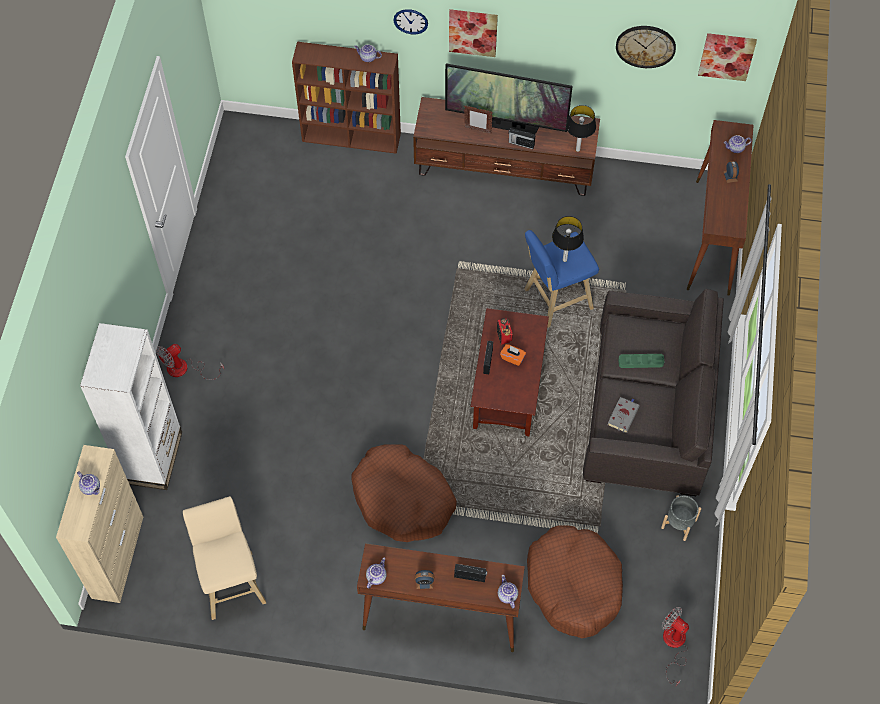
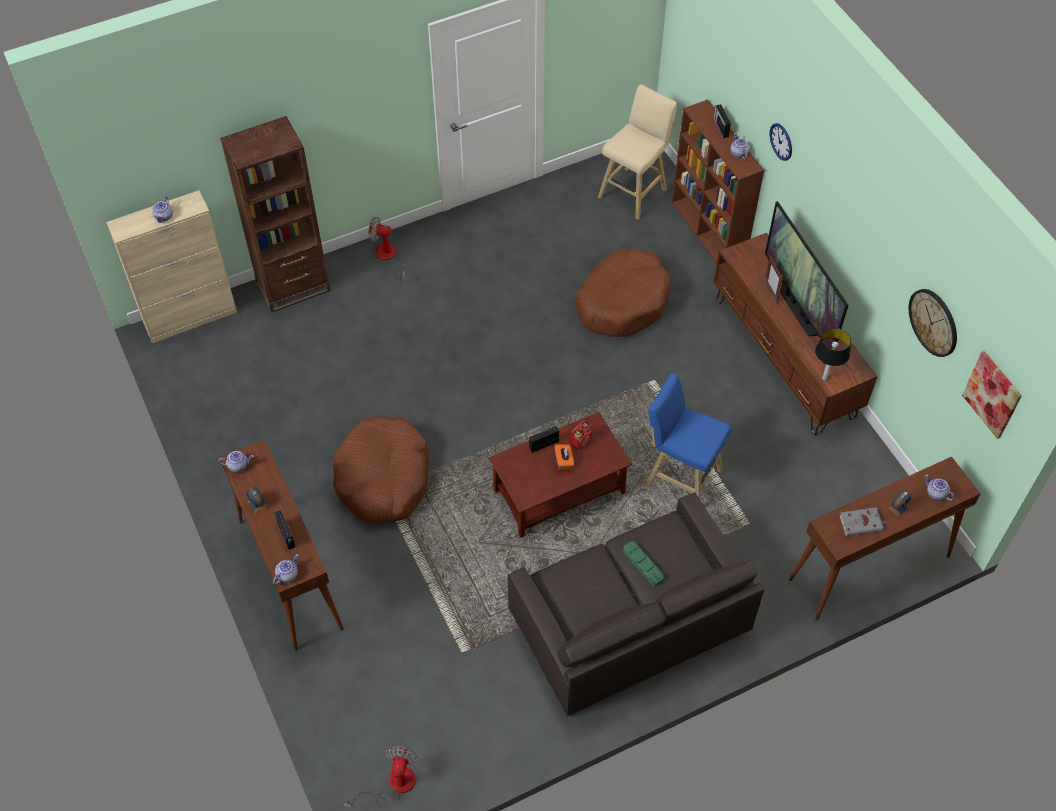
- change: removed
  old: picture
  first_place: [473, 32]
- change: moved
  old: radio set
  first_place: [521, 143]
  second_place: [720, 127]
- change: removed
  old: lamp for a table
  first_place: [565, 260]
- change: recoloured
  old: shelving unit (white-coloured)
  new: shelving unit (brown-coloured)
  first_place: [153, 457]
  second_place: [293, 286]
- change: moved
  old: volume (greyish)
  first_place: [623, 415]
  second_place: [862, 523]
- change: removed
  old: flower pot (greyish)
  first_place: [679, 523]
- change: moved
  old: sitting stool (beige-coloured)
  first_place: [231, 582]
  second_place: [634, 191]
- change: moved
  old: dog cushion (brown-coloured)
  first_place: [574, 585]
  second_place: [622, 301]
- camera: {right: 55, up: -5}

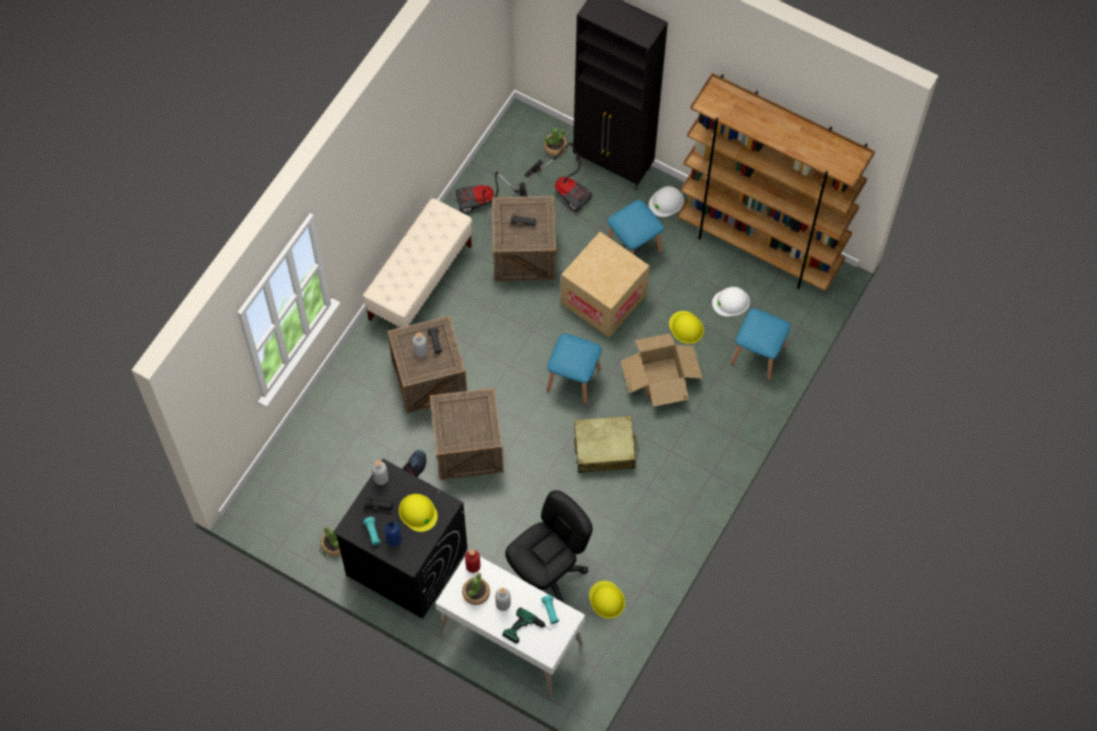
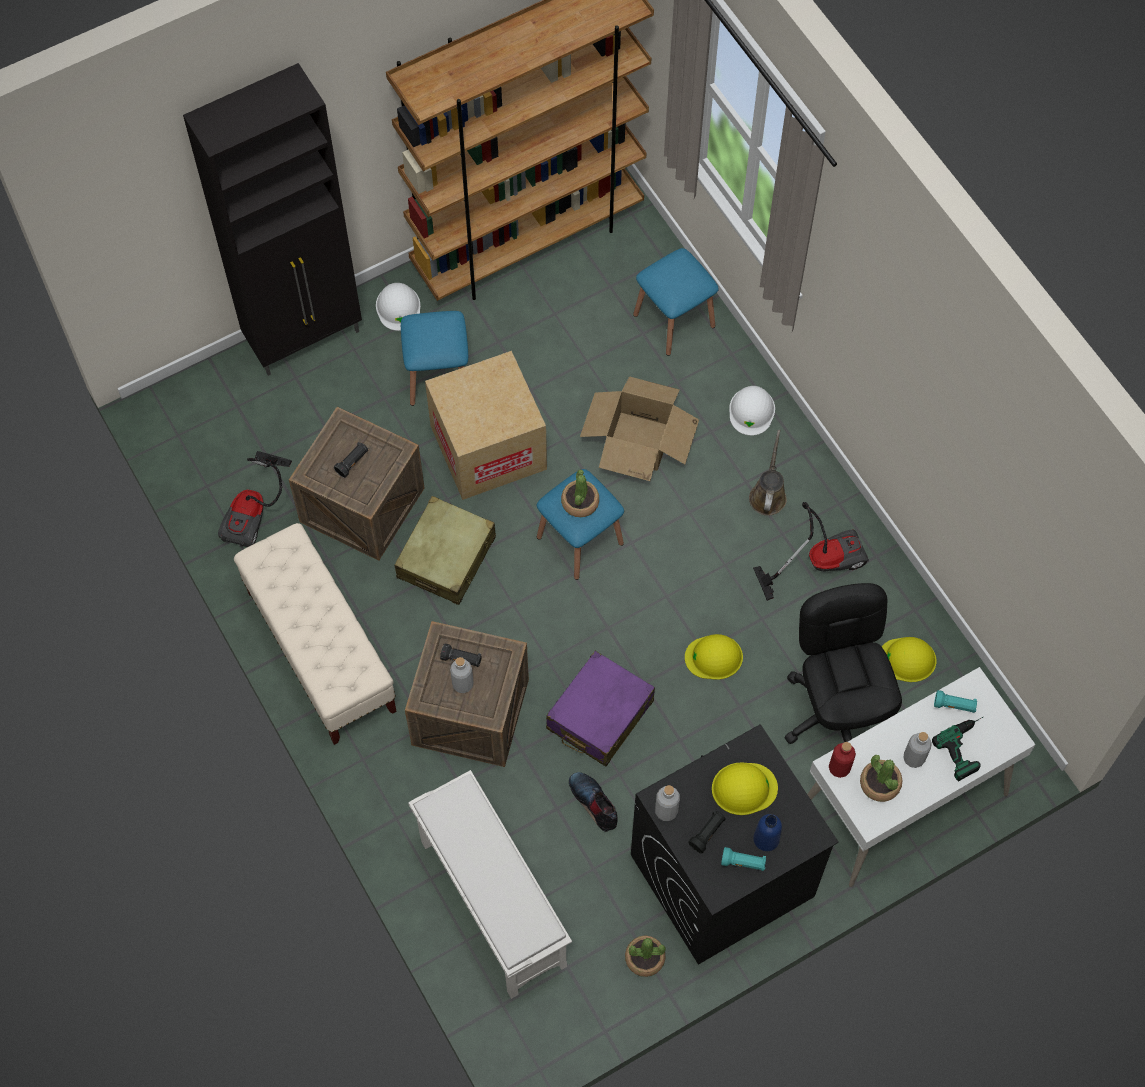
- change: moved
  old: potted plant
  first_place: [555, 147]
  second_place: [580, 502]
- change: moved
  old: vacuum
  first_place: [565, 189]
  second_place: [818, 561]
- change: moved
  old: safety helmet (white-coloured)
  first_place: [731, 302]
  second_place: [751, 410]
- change: moved
  old: safety helmet (yellow)
  first_place: [686, 327]
  second_place: [714, 657]
- change: replaced
  old: shipping crate
  new: travel case (purple)
  first_place: [467, 447]
  second_place: [599, 715]
- change: moved
  old: travel case (beige-coloured)
  first_place: [604, 449]
  second_place: [447, 557]
- change: added
  new: watering can (brown-coloured)
  second_place: [768, 494]
- change: added
  new: shoe rack (white-coloured)
  second_place: [491, 902]
- camera: {right: -60, up: 0}

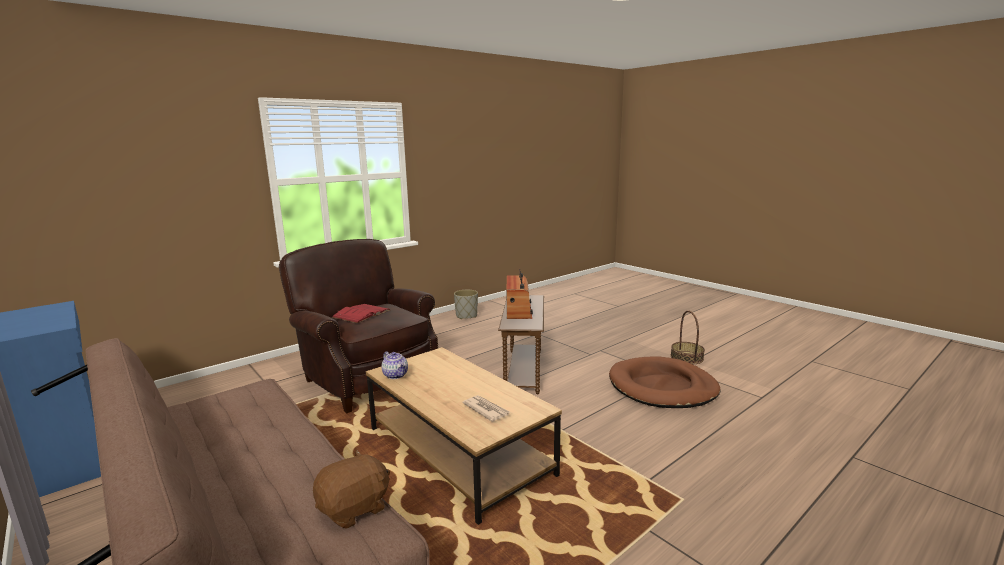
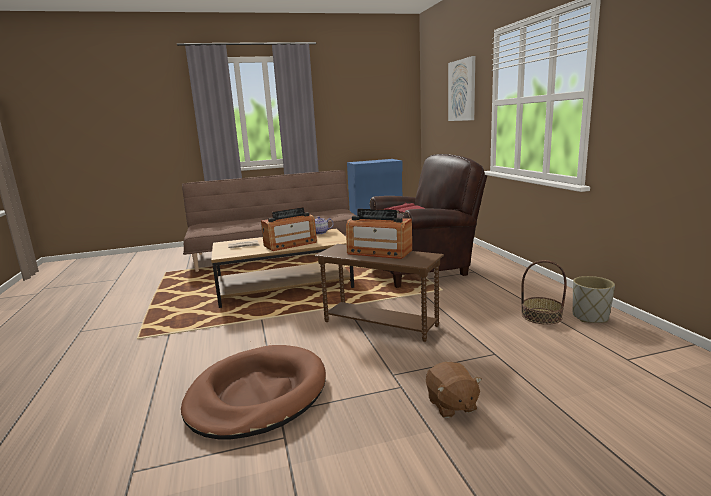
- change: moved
  old: basket
  first_place: [687, 357]
  second_place: [541, 316]
- change: moved
  old: soft toy (brown-coloured)
  first_place: [354, 509]
  second_place: [451, 405]
- change: added
  new: picture
  second_place: [462, 90]
- change: added
  new: radio set
  second_place: [290, 244]
- camera: {right: 115, up: 0}

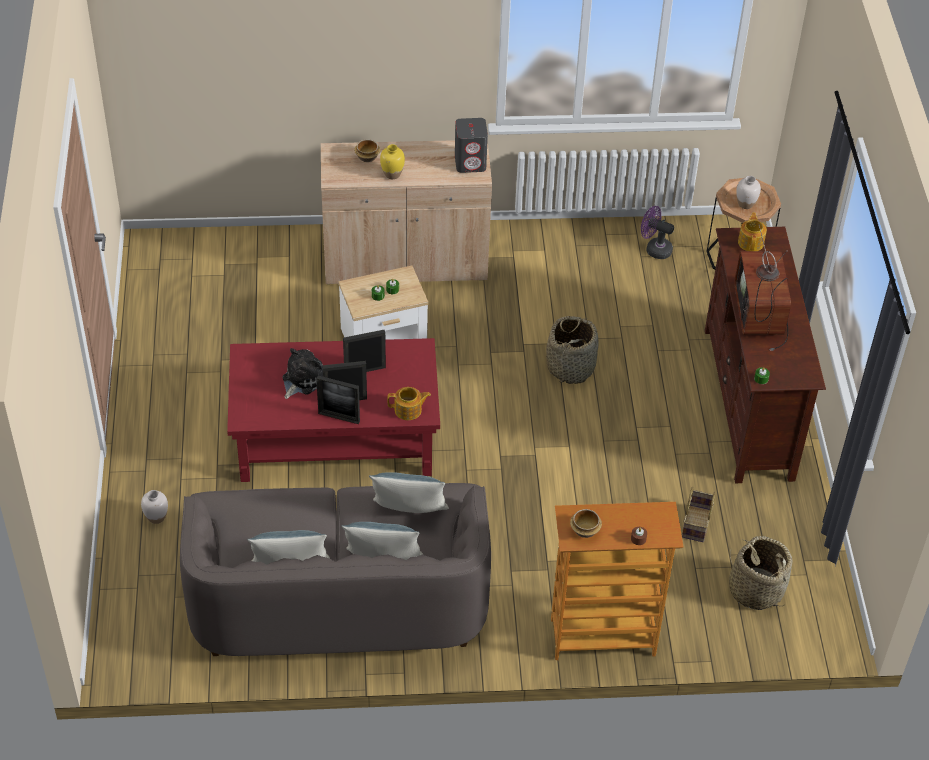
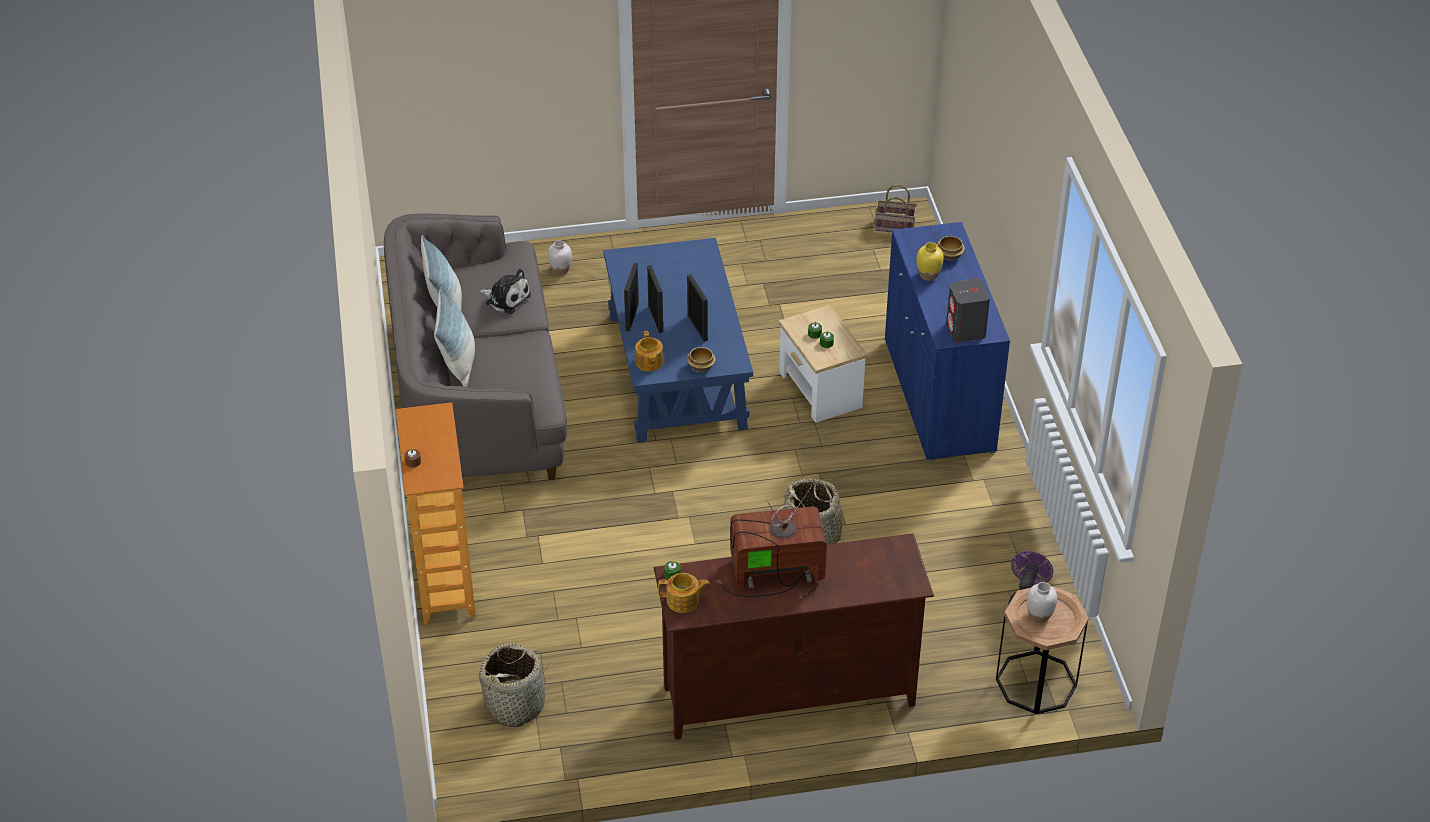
- change: recoloured
  old: cabinet (beige-coloured)
  new: cabinet (bluish)
  first_place: [405, 262]
  second_place: [938, 396]
- change: moved
  old: pot for tea
  first_place: [751, 242]
  second_place: [683, 601]
- change: recoloured
  old: low table (reddish)
  new: low table (bluish)
  first_place: [334, 437]
  second_place: [676, 370]
- change: moved
  old: soft toy
  first_place: [302, 379]
  second_place: [506, 298]
- change: removed
  old: cushion
  first_place: [409, 512]
- change: moved
  old: basket
  first_place: [697, 525]
  second_place: [893, 226]
- change: moved
  old: serving bowl
  first_place: [584, 530]
  second_place: [700, 366]
- camera: {right: 85, up: -5}

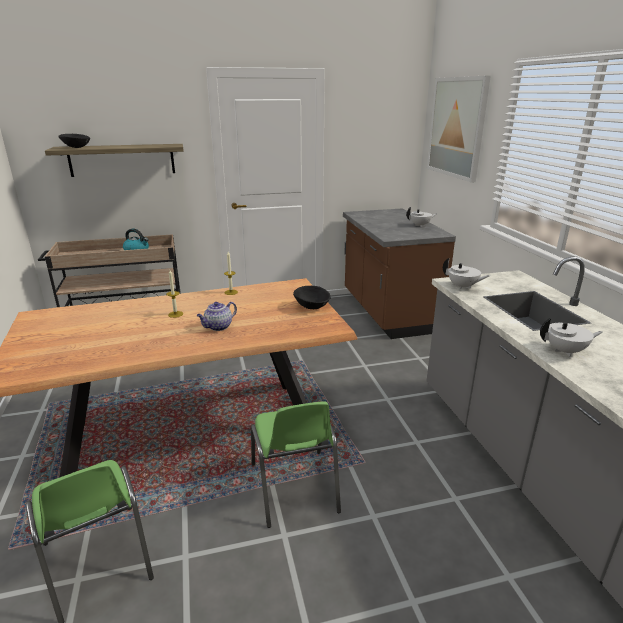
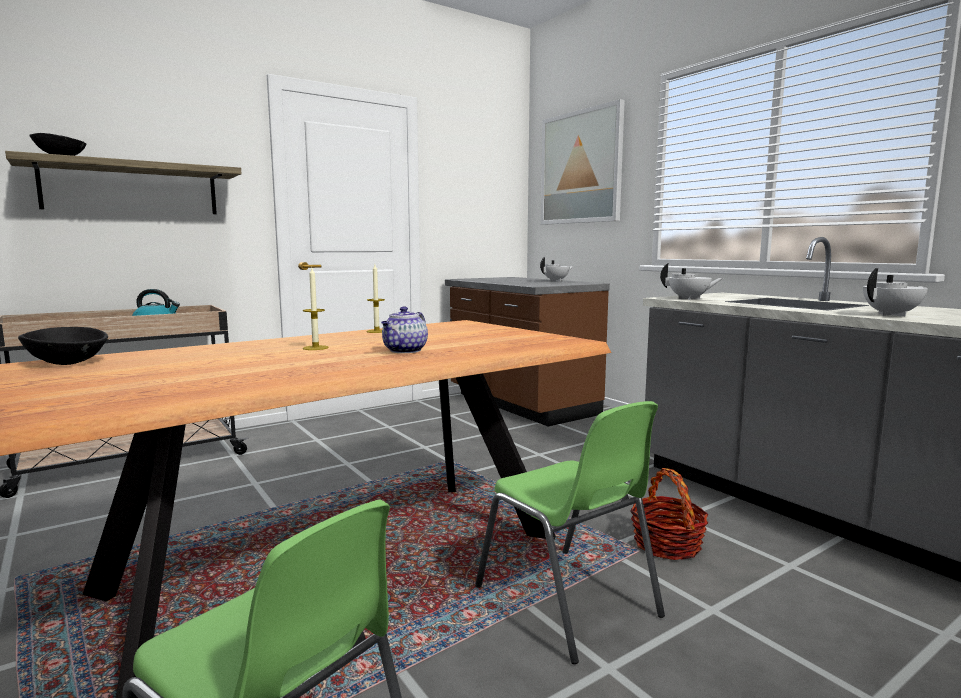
- change: moved
  old: serving bowl (black)
  first_place: [312, 307]
  second_place: [68, 363]
- change: added
  new: basket
  second_place: [667, 544]
- camera: {right: -20, up: -15}

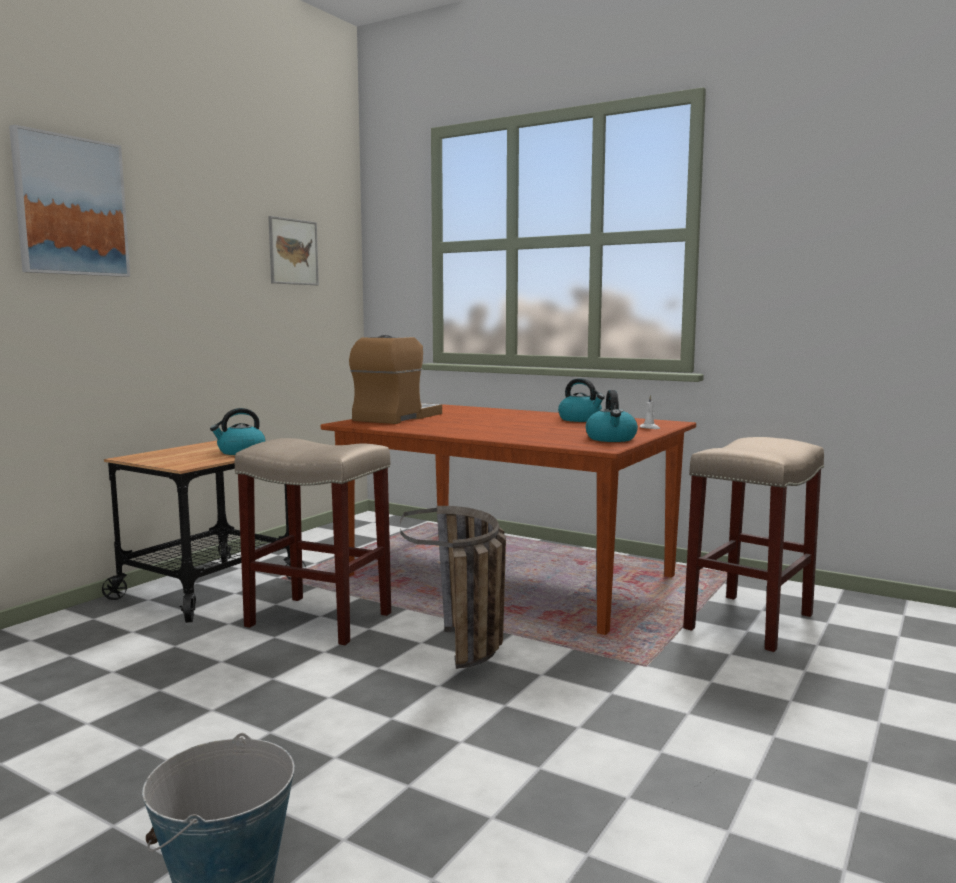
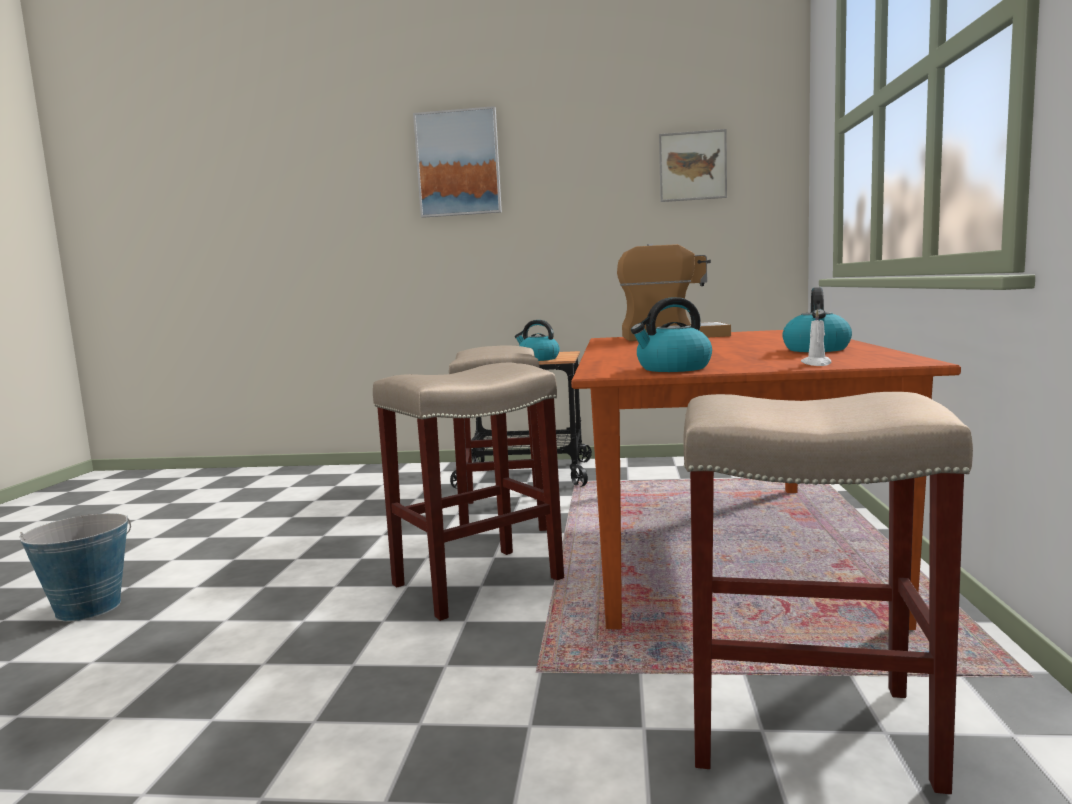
- change: replaced
  old: basket
  new: sitting stool (beige-coloured)
  first_place: [468, 656]
  second_place: [479, 581]
- camera: {right: 65, up: 0}

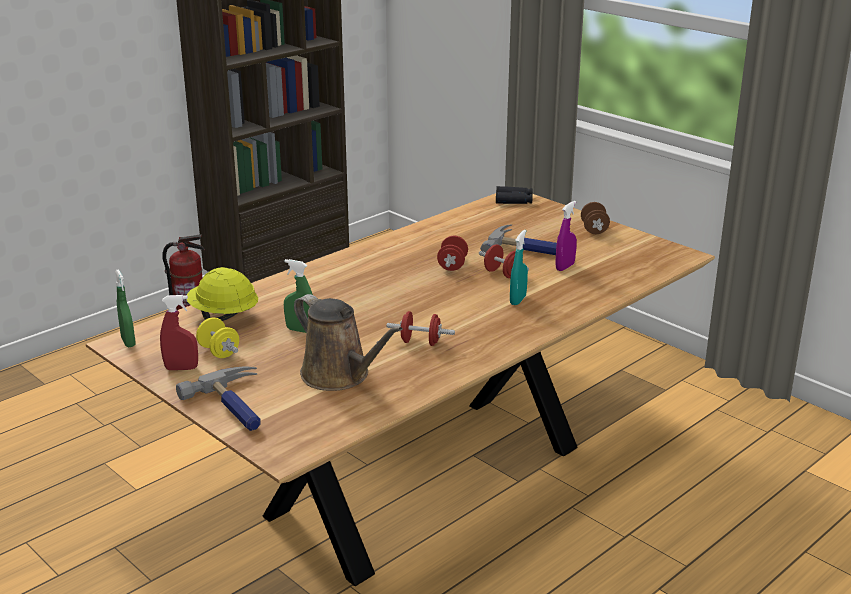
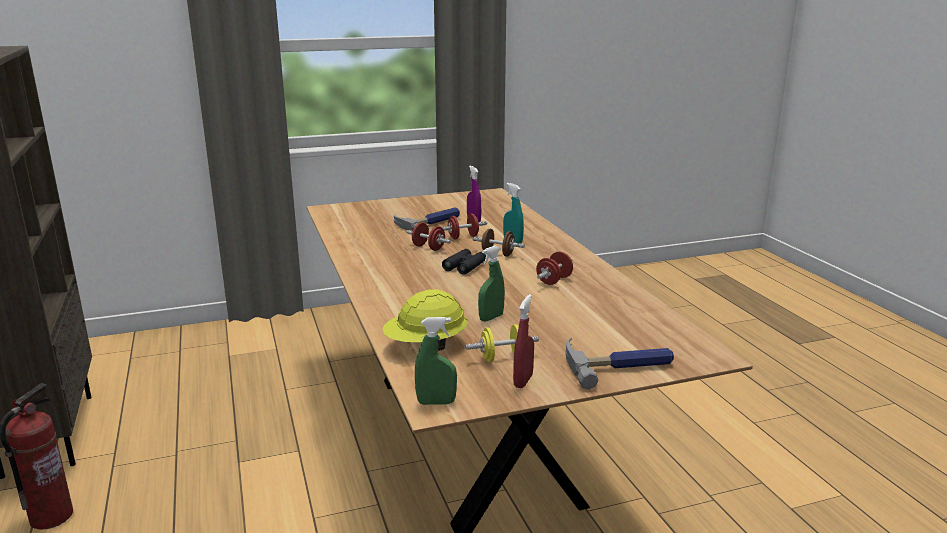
- change: moved
  old: field glasses (black)
  first_place: [514, 200]
  second_place: [465, 266]
- change: moved
  old: hand weight (brown-coloured)
  first_place: [594, 230]
  second_place: [498, 254]
- change: removed
  old: watering can (brown-coloured)
  first_place: [339, 376]
- camera: {right: -65, up: -5}

